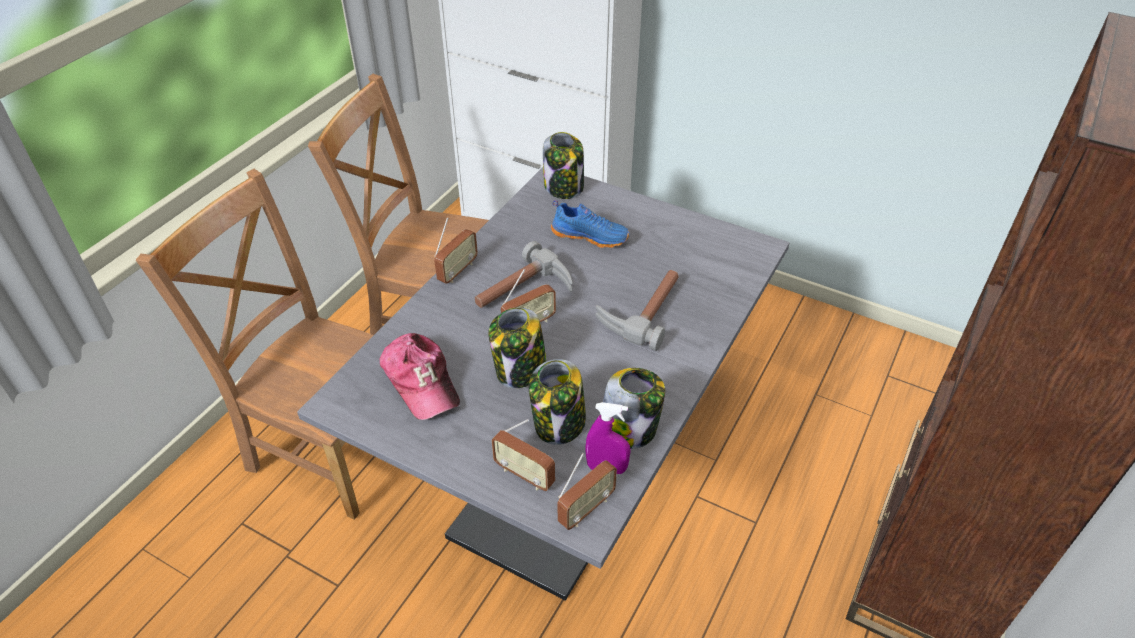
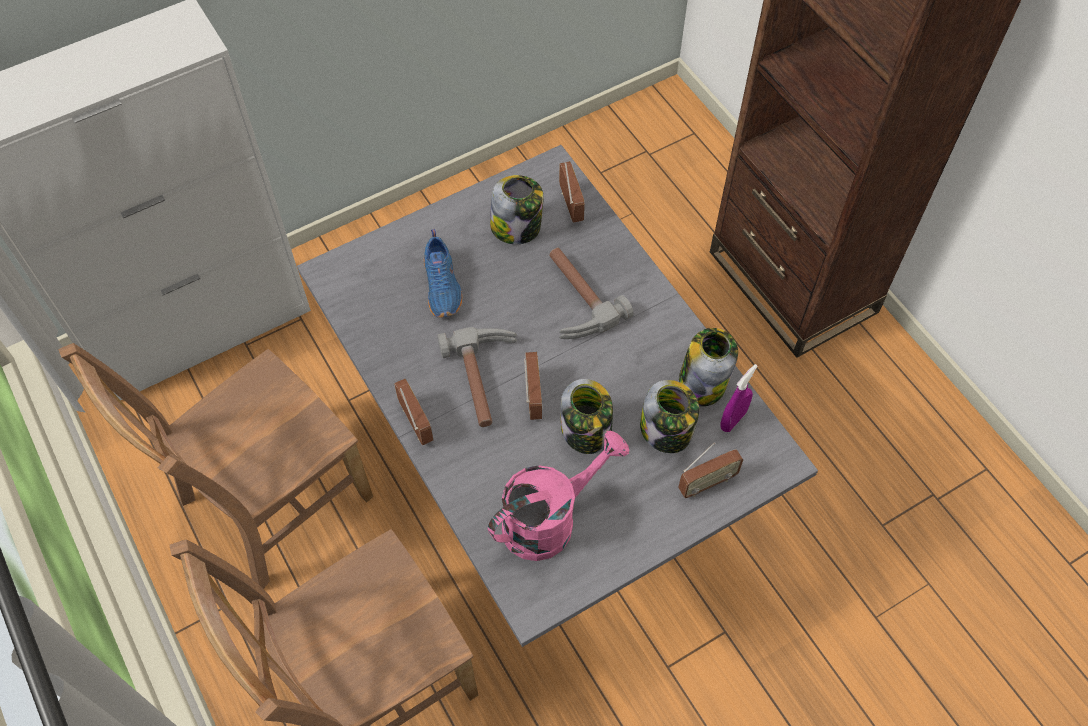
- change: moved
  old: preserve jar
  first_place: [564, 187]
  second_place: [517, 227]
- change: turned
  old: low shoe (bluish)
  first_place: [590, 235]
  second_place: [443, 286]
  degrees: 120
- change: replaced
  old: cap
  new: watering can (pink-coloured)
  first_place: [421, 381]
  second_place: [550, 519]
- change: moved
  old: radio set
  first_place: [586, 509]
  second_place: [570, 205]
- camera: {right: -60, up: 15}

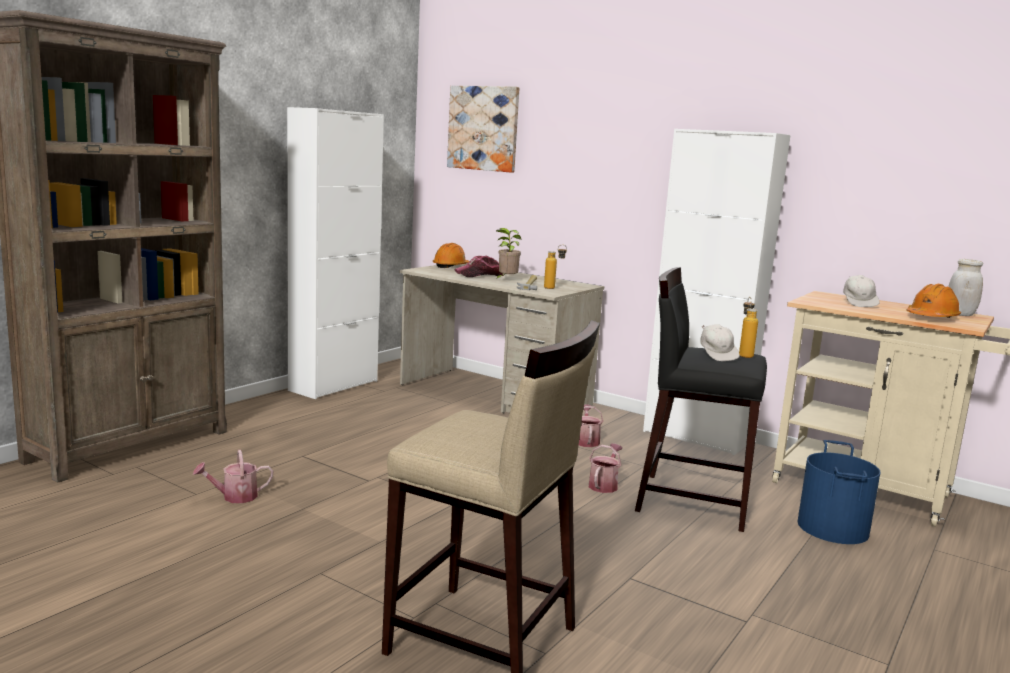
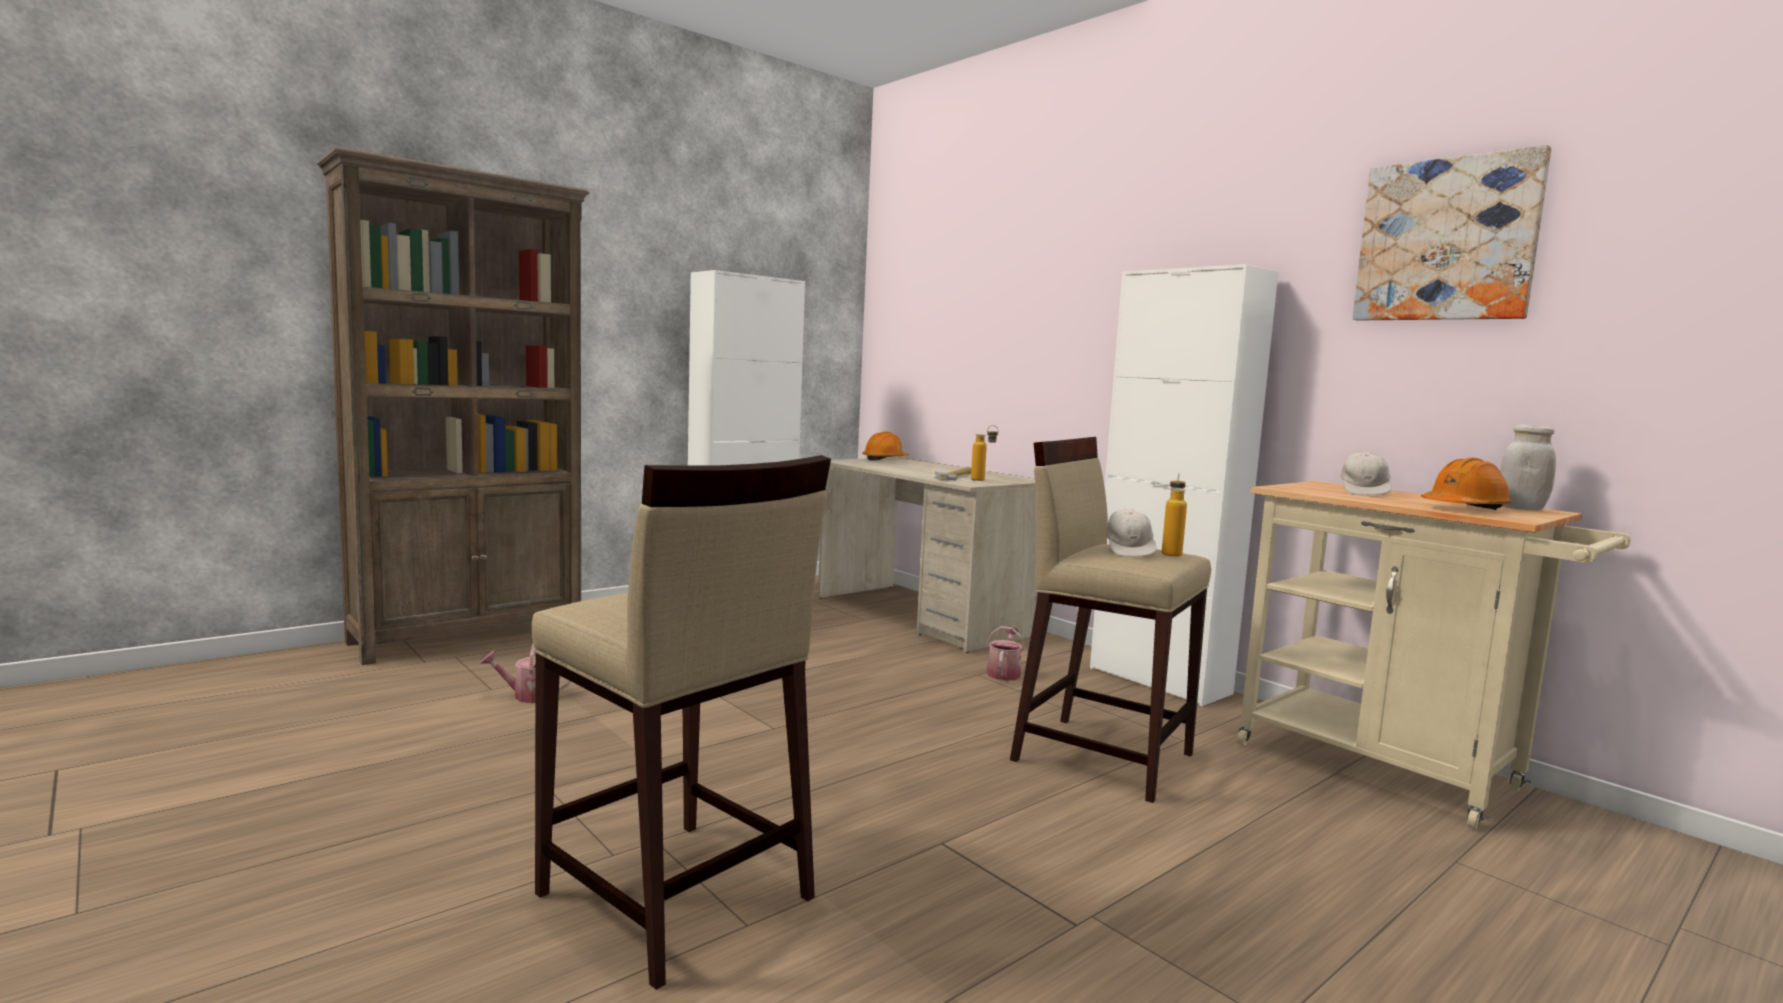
- change: moved
  old: picture
  first_place: [483, 128]
  second_place: [1447, 240]
- change: removed
  old: potted plant
  first_place: [506, 280]
- change: removed
  old: cap
  first_place: [479, 275]
- change: recoloured
  old: sitting stool (black)
  new: sitting stool (beige-coloured)
  first_place: [692, 501]
  second_place: [1101, 756]
- change: removed
  old: water bucket (bluish)
  first_place: [834, 528]
- change: removed
  old: watering can
  first_place: [604, 485]
- camera: {right: 15, up: -5}

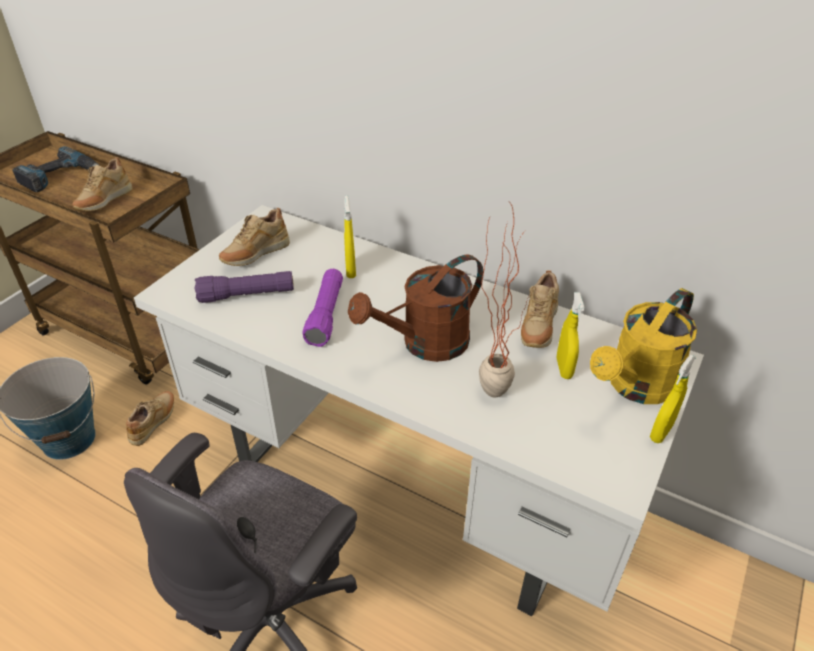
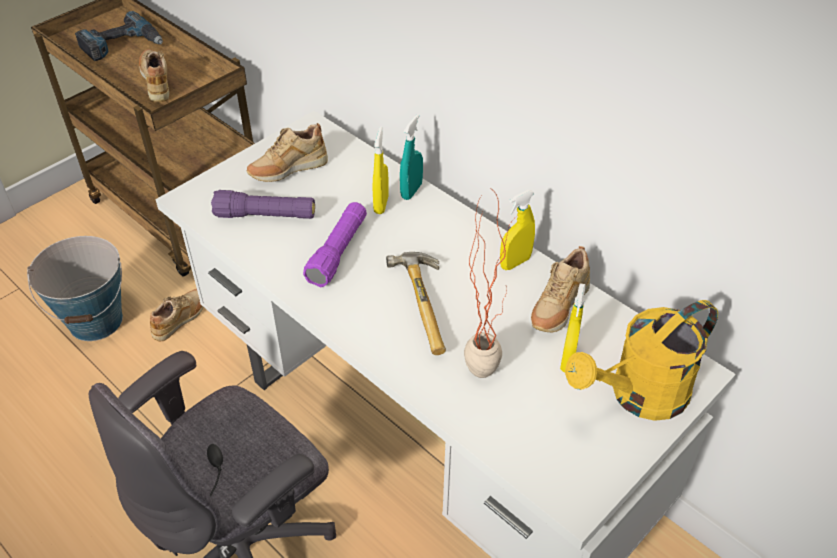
- change: turned
  old: low shoe (beige-coloured)
  first_place: [104, 202]
  second_place: [157, 83]
  degrees: 120
- change: replaced
  old: watering can (brown-coloured)
  new: hammer
  first_place: [425, 345]
  second_place: [429, 305]
- change: moved
  old: hand sprayer (yellow)
  first_place: [661, 432]
  second_place: [515, 262]
- change: added
  new: hand sprayer (blue-green)
  second_place: [411, 191]
- camera: {right: 15, up: 5}

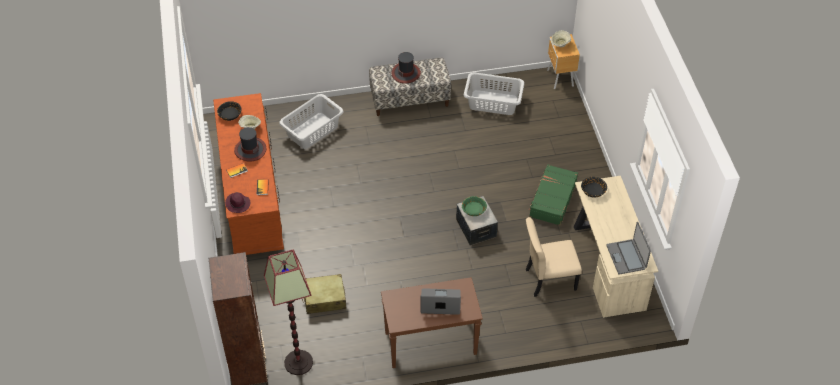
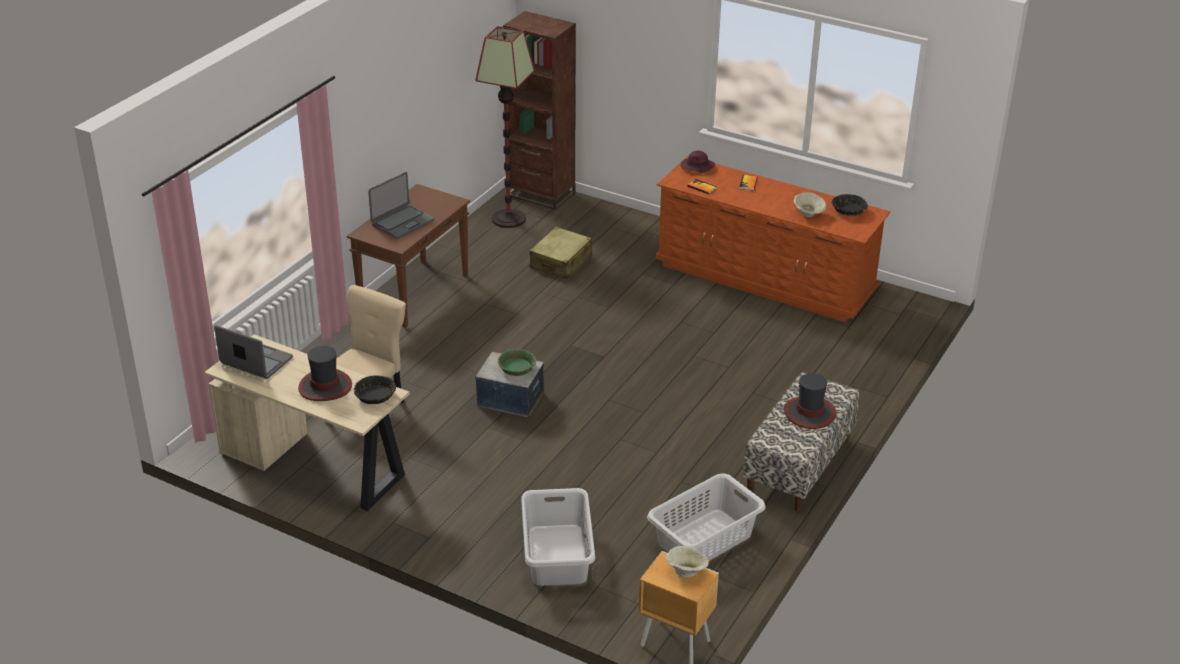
- change: moved
  old: washing basket (greyish)
  first_place: [313, 131]
  second_place: [556, 555]
- change: moved
  old: hat
  first_place: [250, 150]
  second_place: [325, 386]
- change: removed
  old: travel case (greenish)
  first_place: [552, 199]
- camera: {right: 130, up: -15}

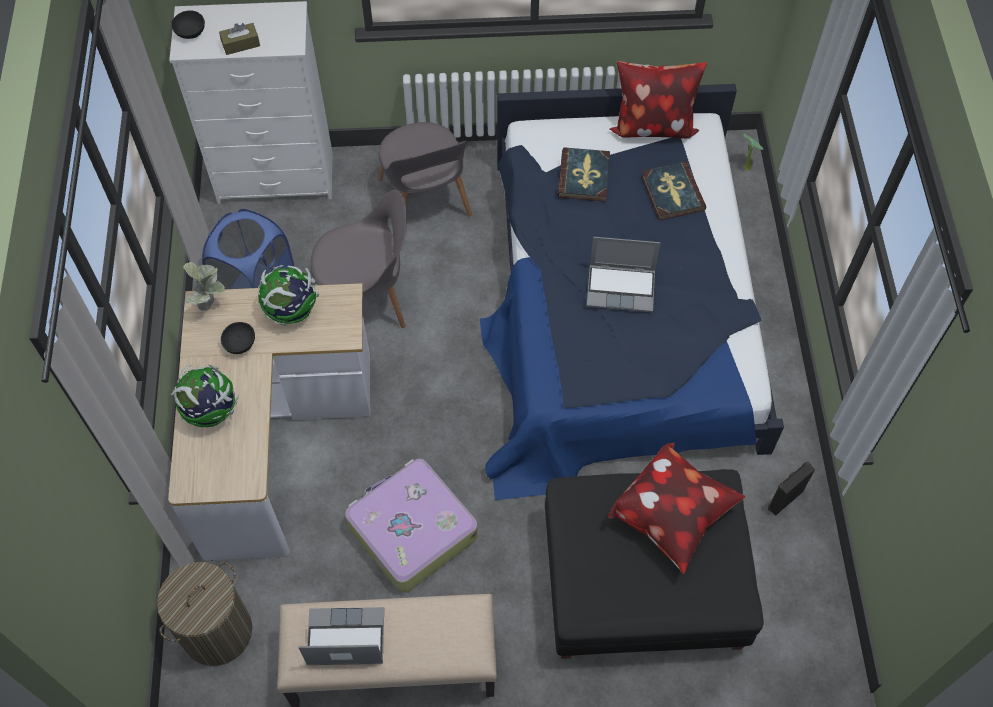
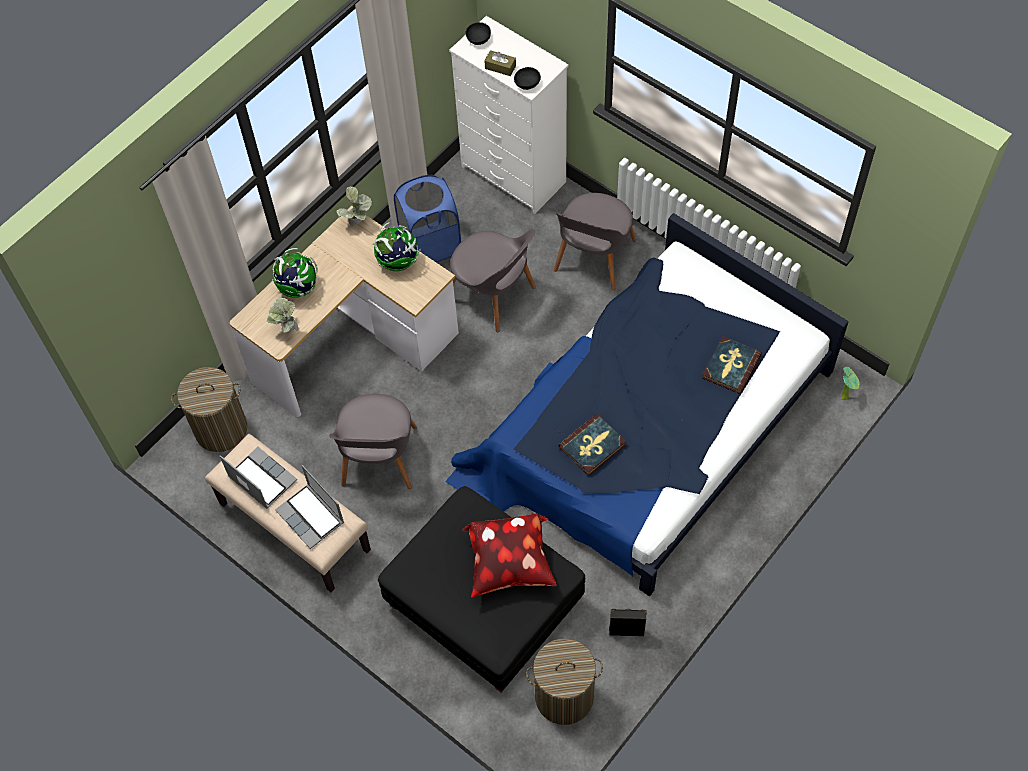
- change: removed
  old: cushion
  first_place: [652, 125]
- change: moved
  old: volume
  first_place: [584, 176]
  second_place: [592, 446]
- change: moved
  old: portable computer
  first_place: [621, 288]
  second_place: [311, 517]
- change: moved
  old: serving bowl (black)
  first_place: [239, 344]
  second_place: [526, 84]
- change: replaced
  old: travel case
  new: plain chair (greyish)
  first_place: [411, 531]
  second_place: [379, 460]
- change: added
  new: potted plant
  second_place: [287, 330]
- change: added
  new: washing basket
  second_place: [564, 696]
- camera: {right: 45, up: 0}

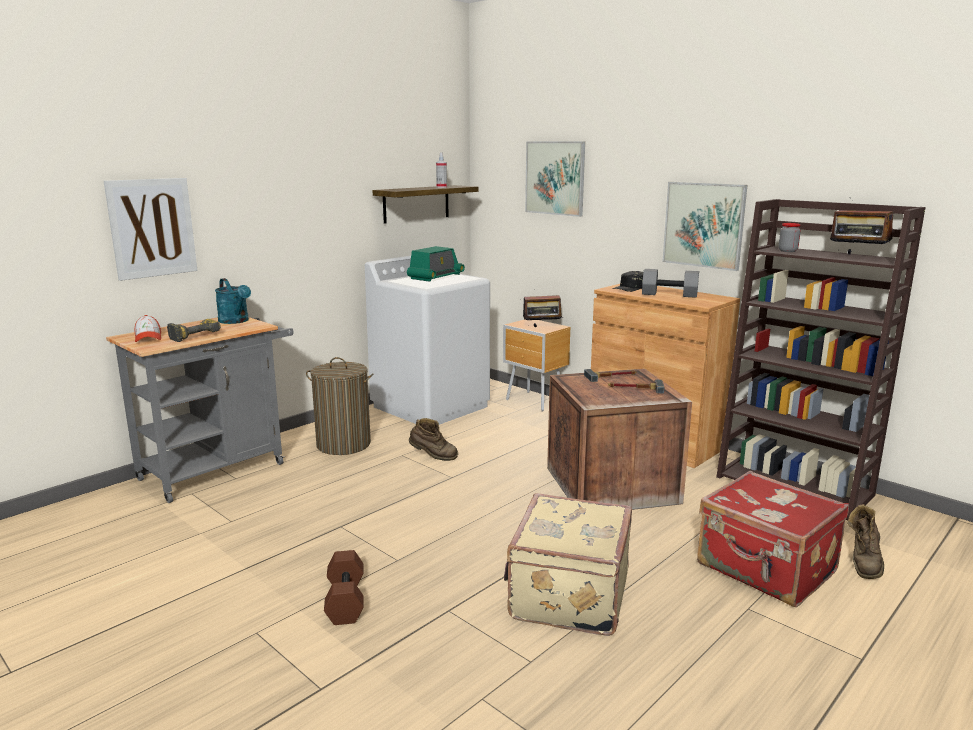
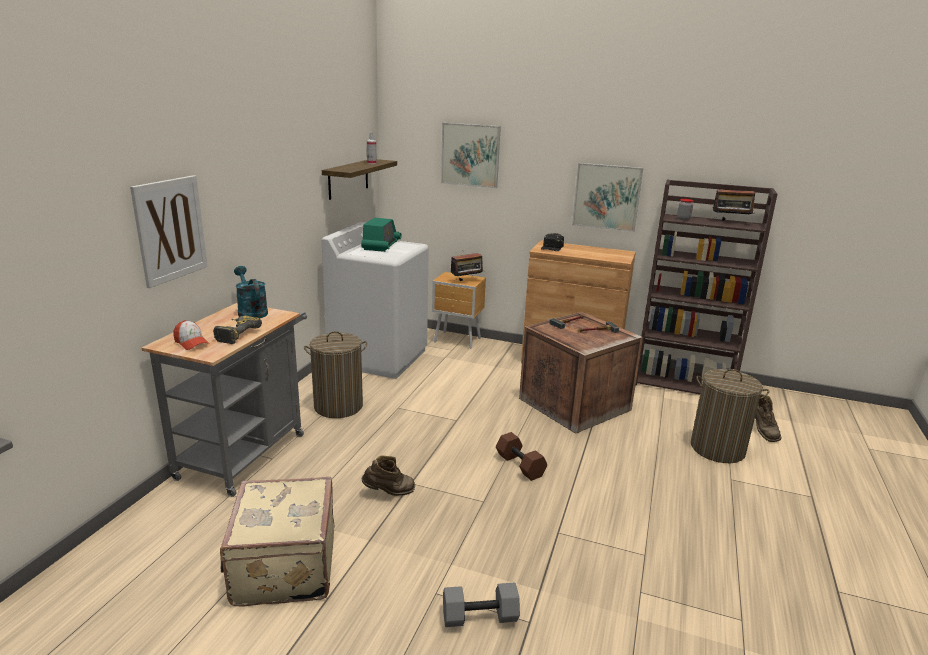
- change: moved
  old: hand weight (greyish)
  first_place: [670, 294]
  second_place: [480, 616]
- change: turned
  old: watering can (blue-green)
  first_place: [236, 321]
  second_place: [251, 312]
  degrees: -150
- change: moved
  old: boot (brown-coloured)
  first_place: [433, 457]
  second_place: [389, 493]
- change: replaced
  old: travel case (reddish)
  new: washing basket
  first_place: [765, 569]
  second_place: [717, 449]
- change: moved
  old: travel case (beige-coloured)
  first_place: [567, 595]
  second_place: [283, 567]
- change: moved
  old: hand weight (brown-coloured)
  first_place: [344, 600]
  second_place: [519, 465]
- camera: {right: -25, up: 5}

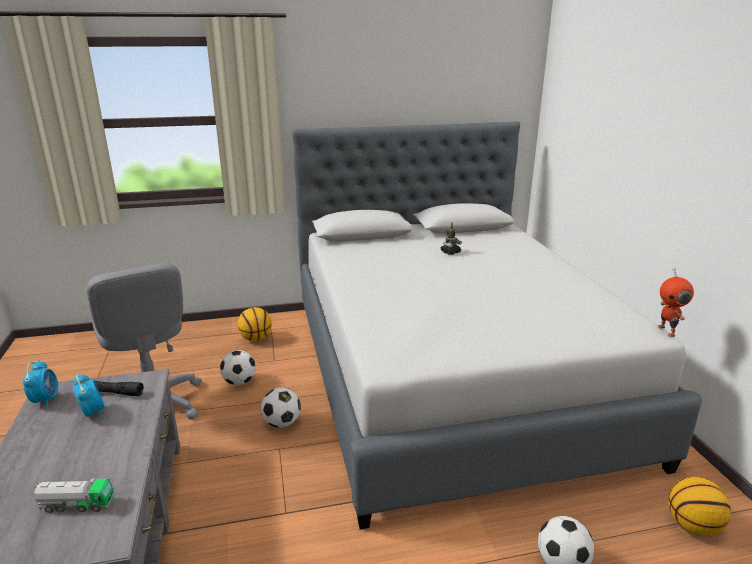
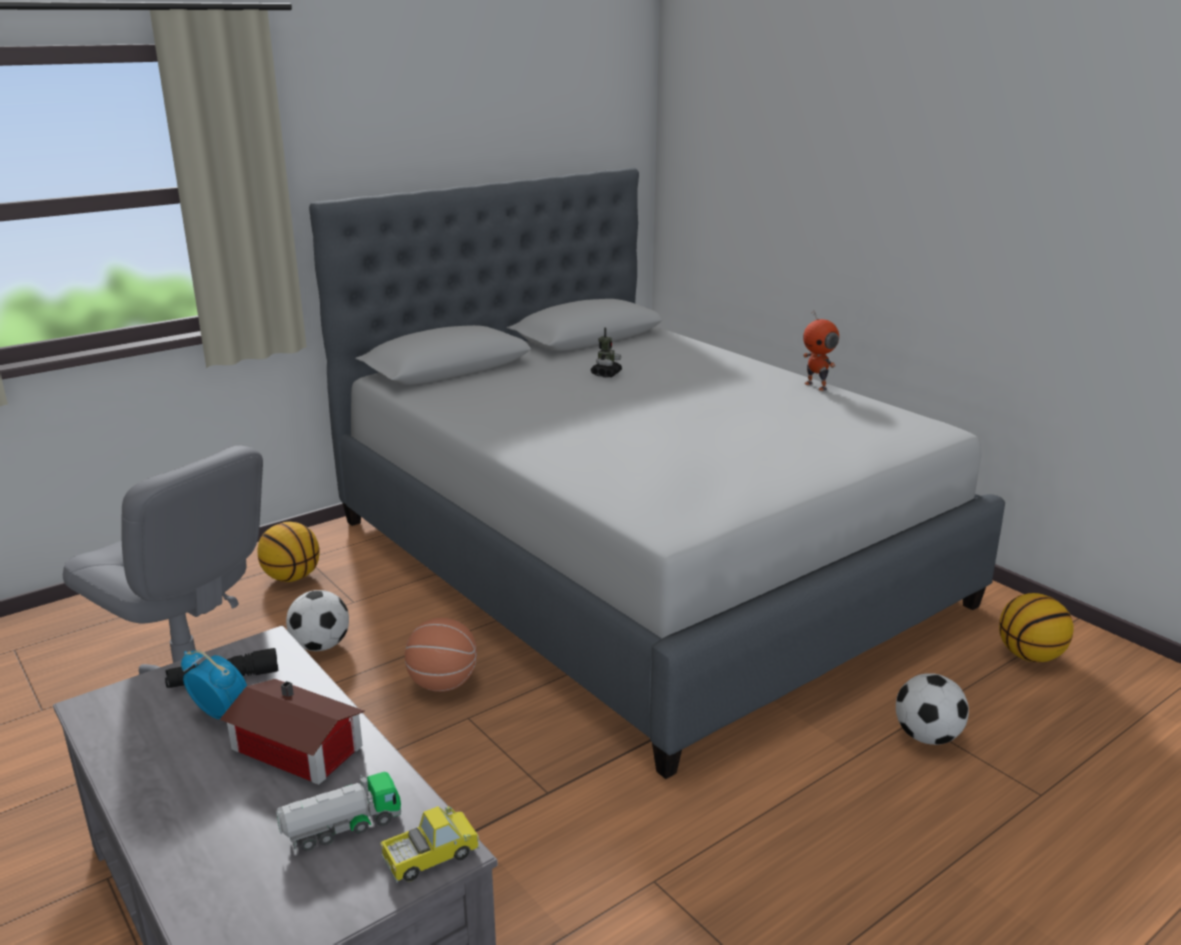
- change: moved
  old: toy robot
  first_place: [667, 331]
  second_place: [816, 386]
- change: removed
  old: alarm clock
  first_place: [46, 399]
- change: replaced
  old: ball for football
  new: ball for basketball
  first_place: [282, 423]
  second_place: [442, 683]
- change: added
  new: model house
  second_place: [297, 750]
- change: added
  new: toy lorry
  second_place: [431, 857]
- camera: {right: -25, up: 0}

